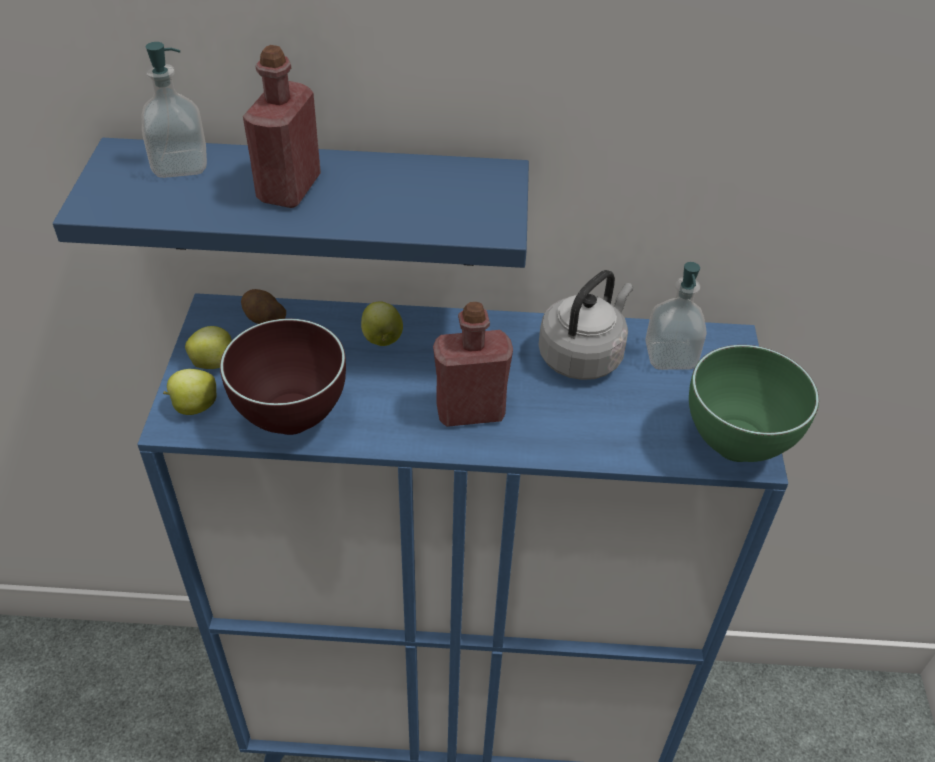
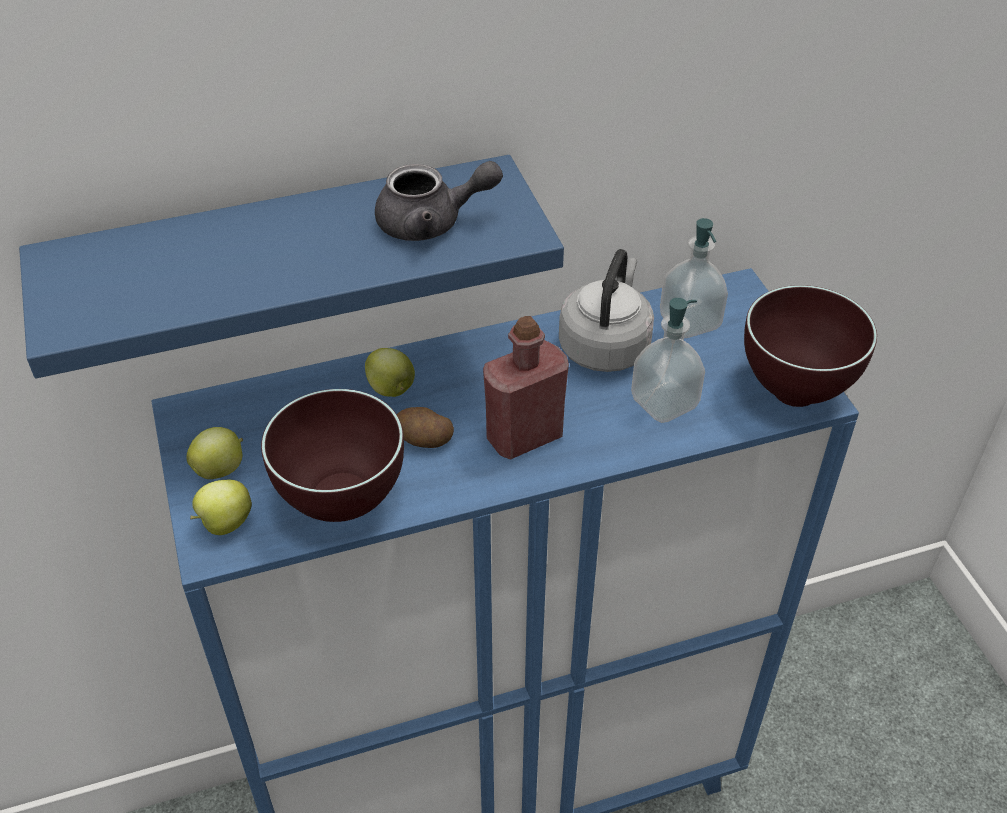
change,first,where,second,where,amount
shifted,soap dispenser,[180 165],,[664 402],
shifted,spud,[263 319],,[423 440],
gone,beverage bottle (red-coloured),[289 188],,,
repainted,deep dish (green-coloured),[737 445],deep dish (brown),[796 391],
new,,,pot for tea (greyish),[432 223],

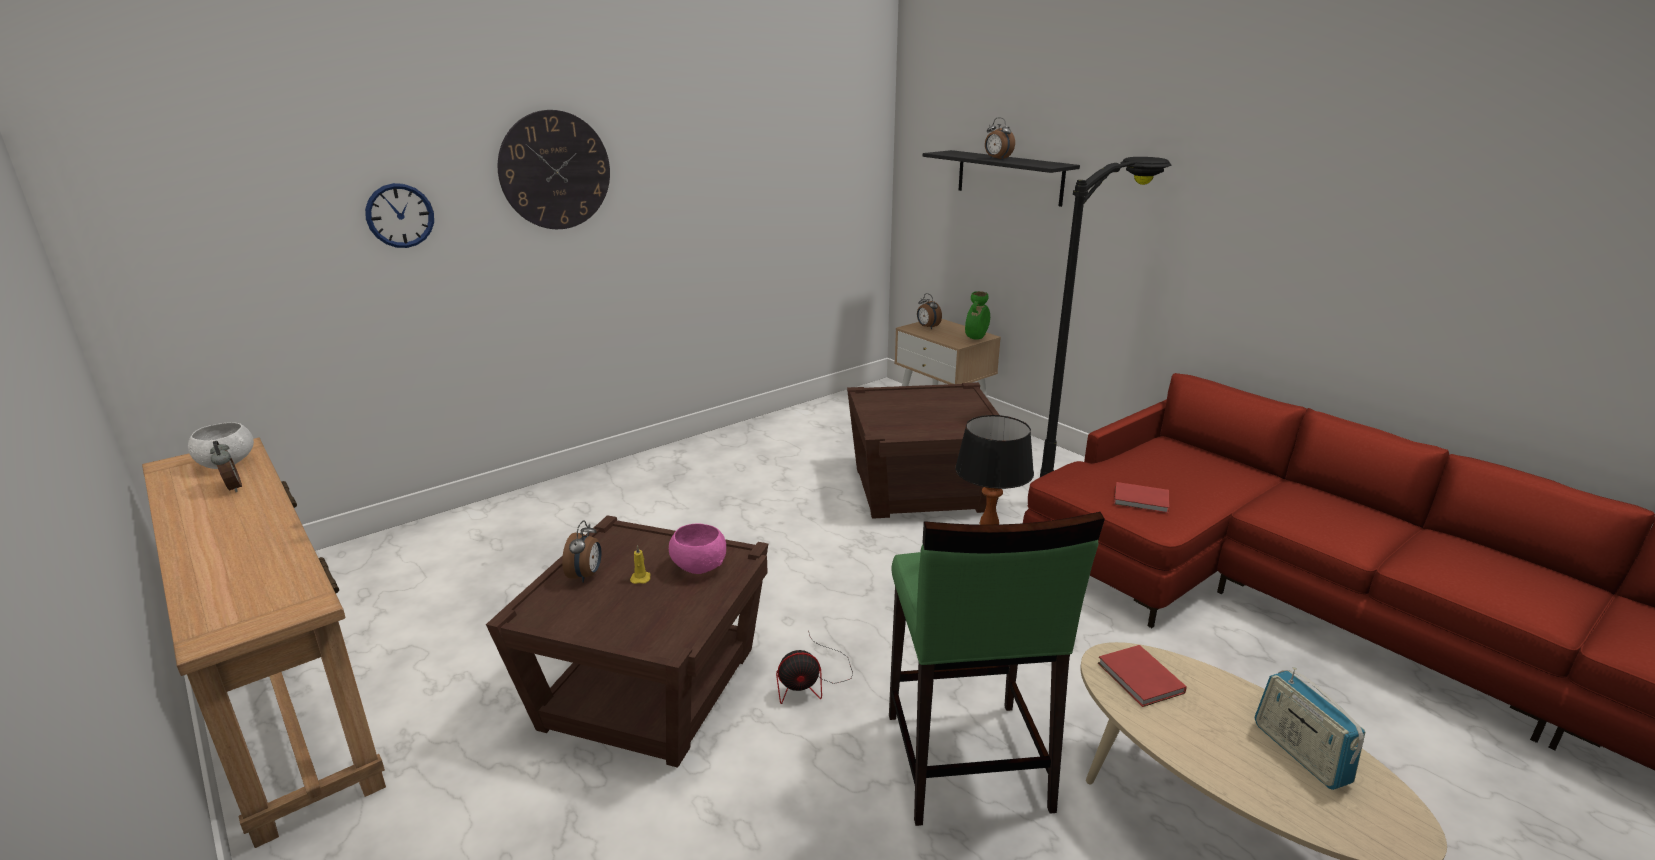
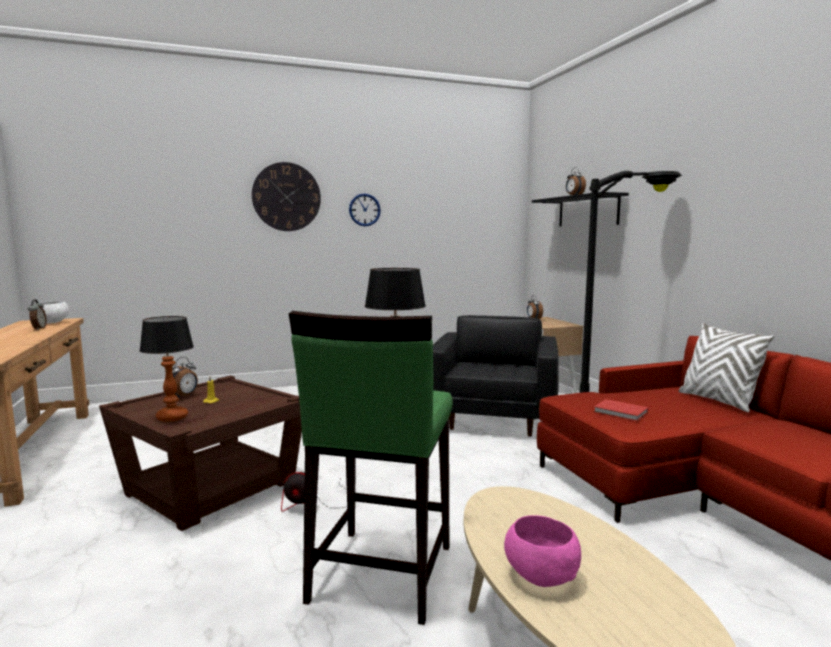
change,first,where,second,where,amount
shifted,wall clock,[400 215],,[364 210],
shifted,deep dish (pinkish),[698 567],,[540 576],
swapped,accent table (brown),[922 489],lounge chair (black-coloured),[494 419],
gone,decorative vase (green-coloured),[976 338],,,
gone,book (red-coloured),[1140 679],,,
gone,radio set,[1300 753],,,
new,,,tabletop lamp,[172 417],
new,,,throw pillow (white-coloured),[718 401],

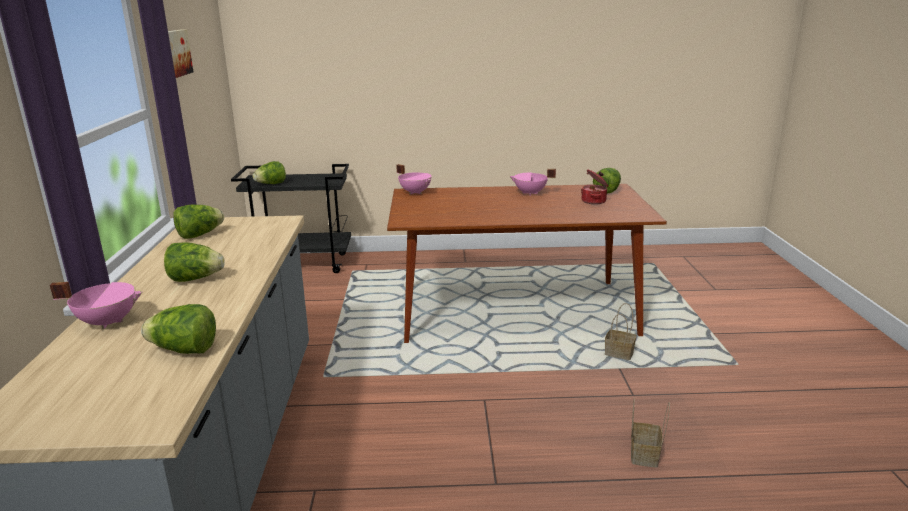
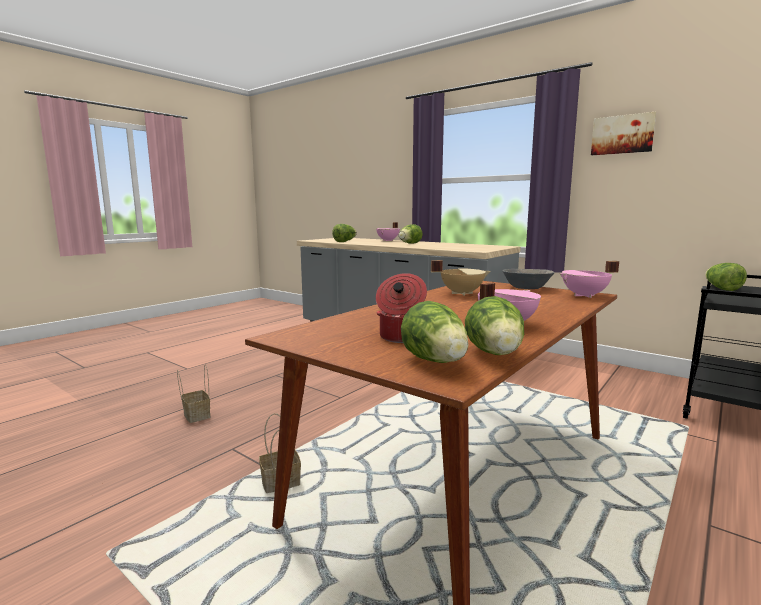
change,first,where,second,where,amount
shifted,lettuce head,[199 235],,[496 355],
new,,,stockpot (sand-coloured),[461 293],
new,,,deep dish (greyish),[527 288],

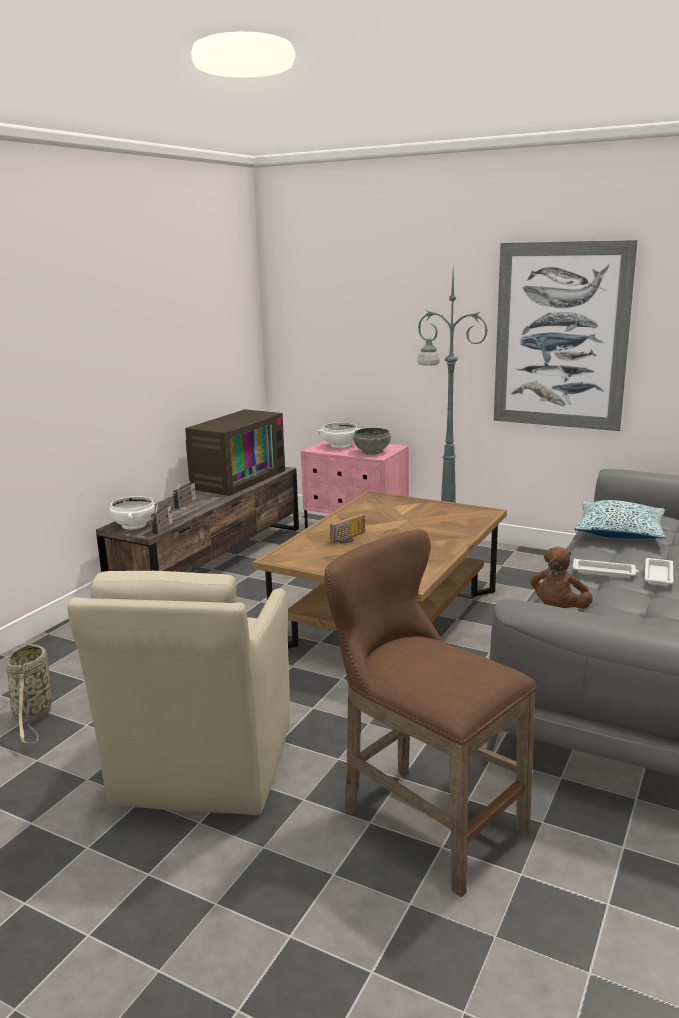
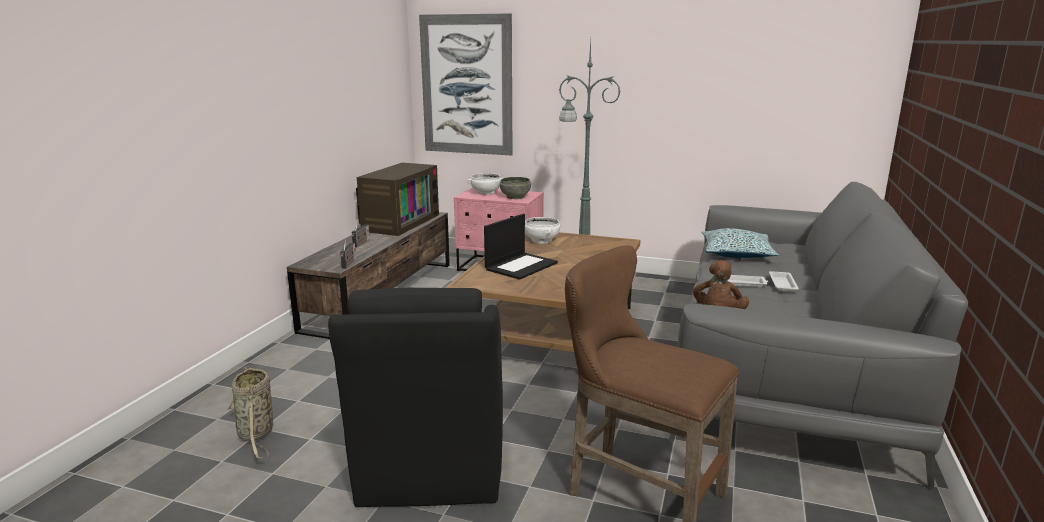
change,first,where,second,where,amount
repainted,lounge chair (sand-coloured),[202 767],lounge chair (black-coloured),[430 466],
shifted,deep dish (white-coloured),[133 525],,[541 240],
swapped,radio set,[349 538],laptop,[521 266],
shifted,wall art,[560 336],,[466 85],

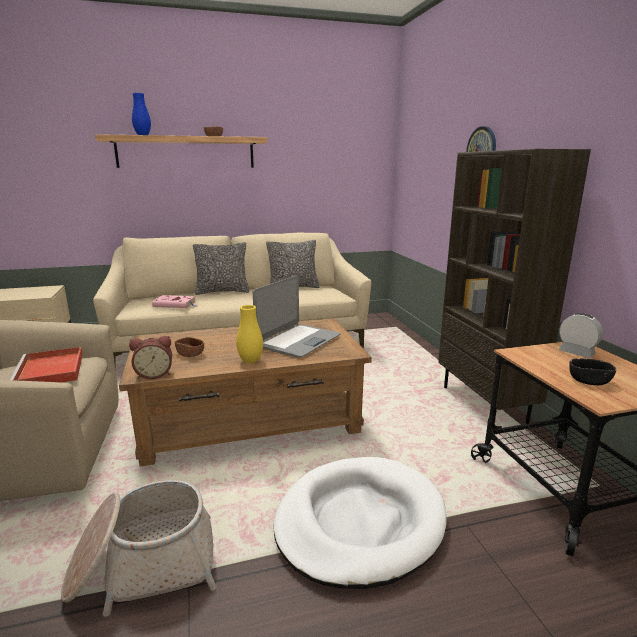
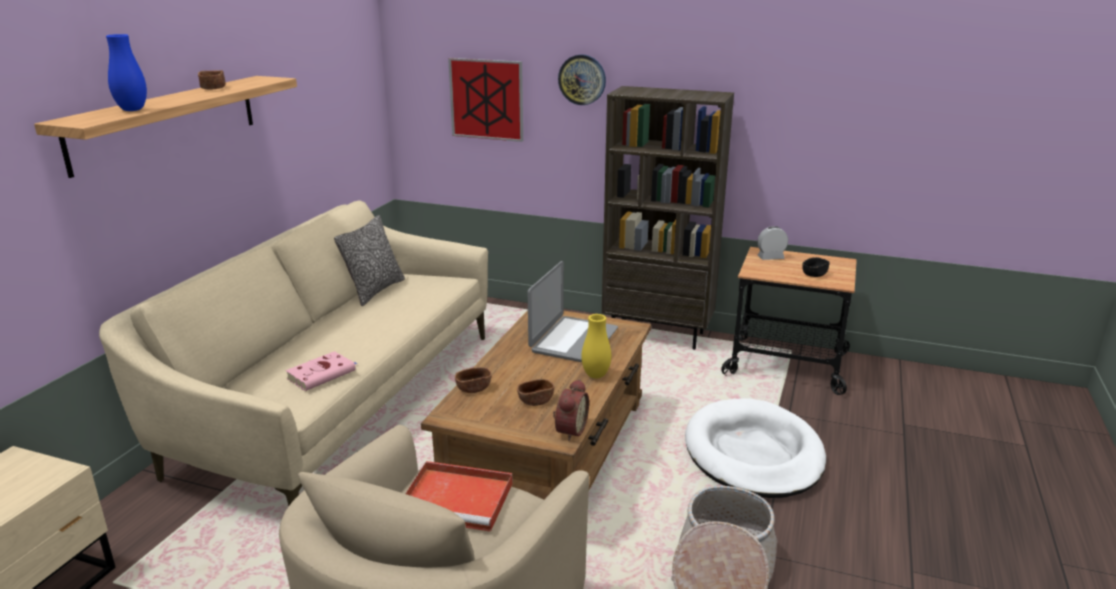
change,first,where,second,where,amount
gone,throw pillow,[222 291],,,
rotated,laptop,[298 341],,[573 340],45 degrees clockwise
new,,,wall art,[486 99],
new,,,deep dish (brown),[473 388],

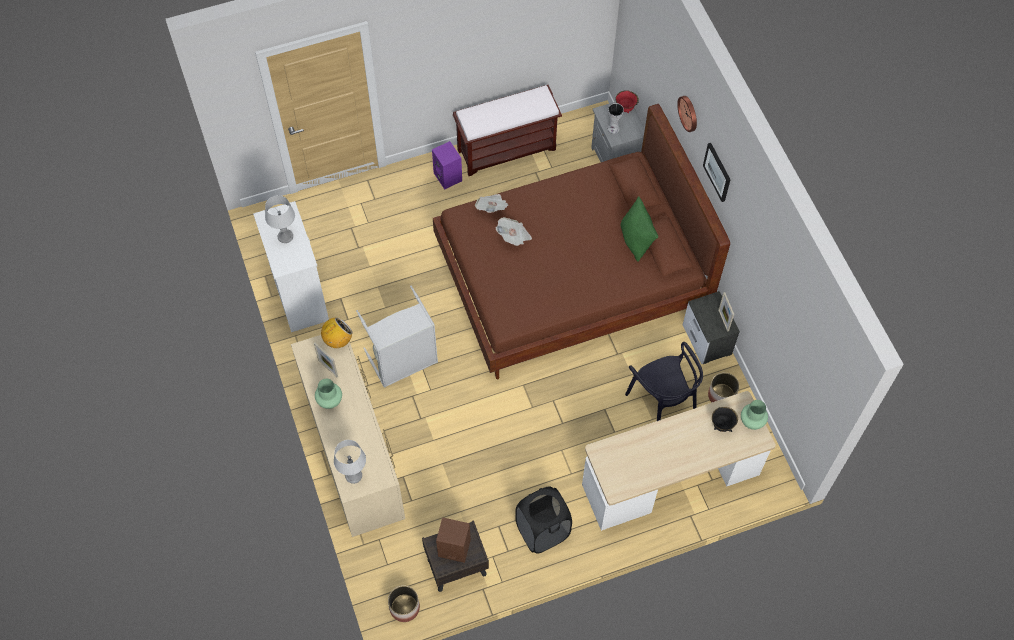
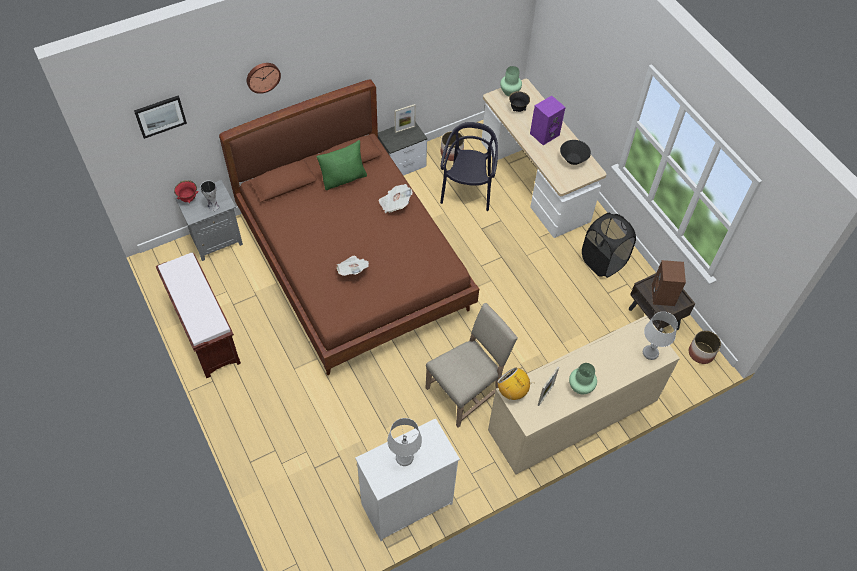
change,first,where,second,where,amount
swapped,hamper (greyish),[403 362],plain chair (sand-coloured),[466 390],
shifted,audio speaker (purple),[448 177],,[544 133],
shifted,newspaper,[492 208],,[395 204],
rotated,plain chair (black-coloured),[662 404],,[467 190],45 degrees counterclockwise
shifted,wall art,[717 172],,[160 116],
new,,,deep dish (black-coloured),[573 159],

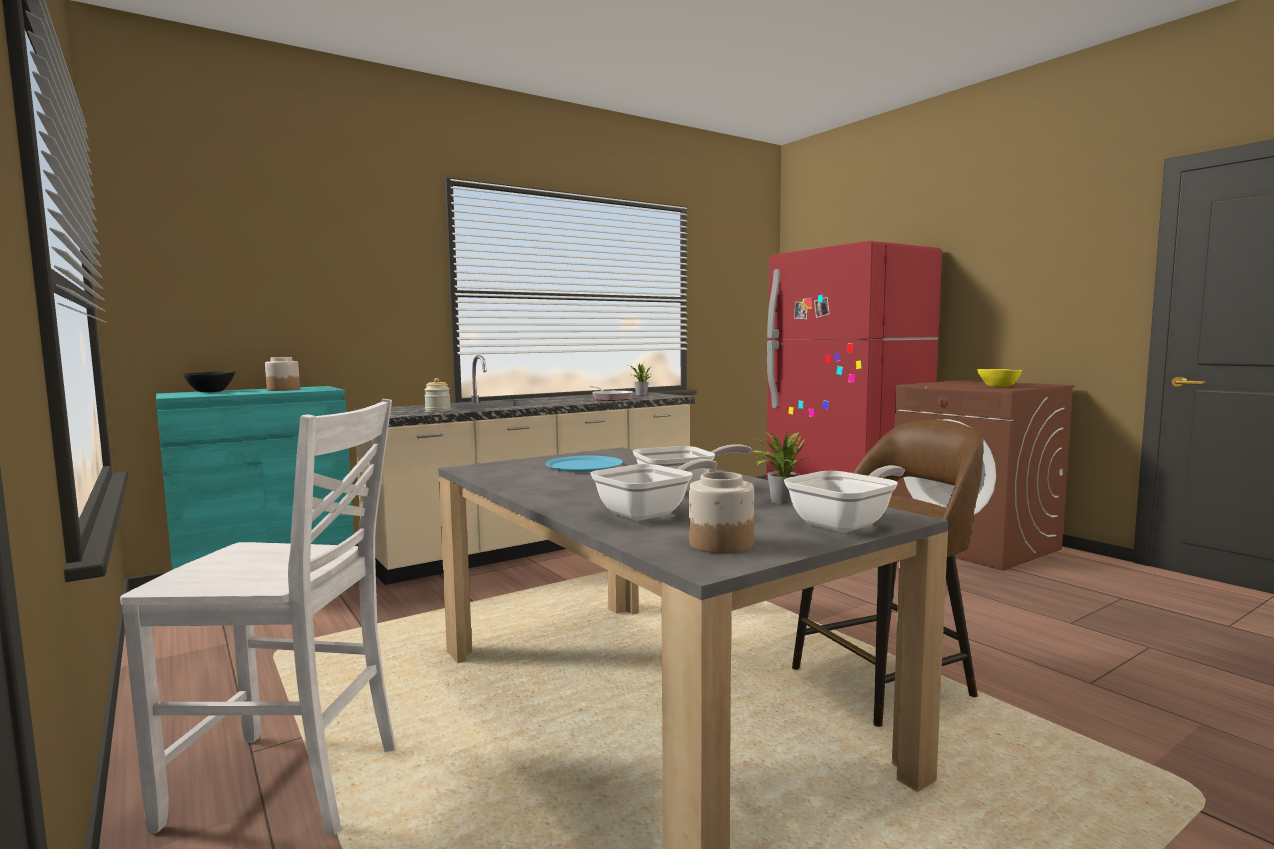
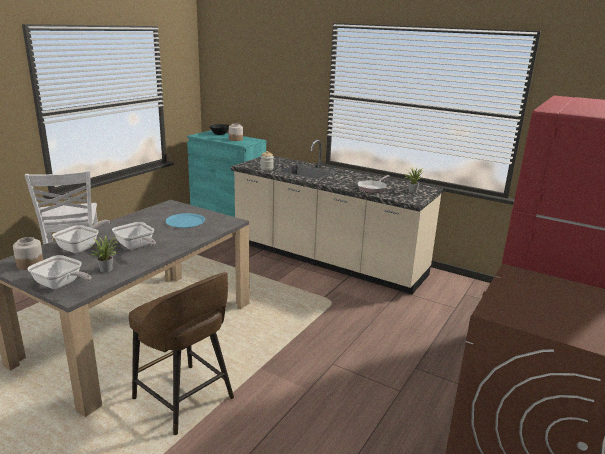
change,first,where,second,where,amount
rotated,frying pan,[651 513],,[82 247],90 degrees counterclockwise
gone,deep dish (yellow-coloured),[999 386],,,

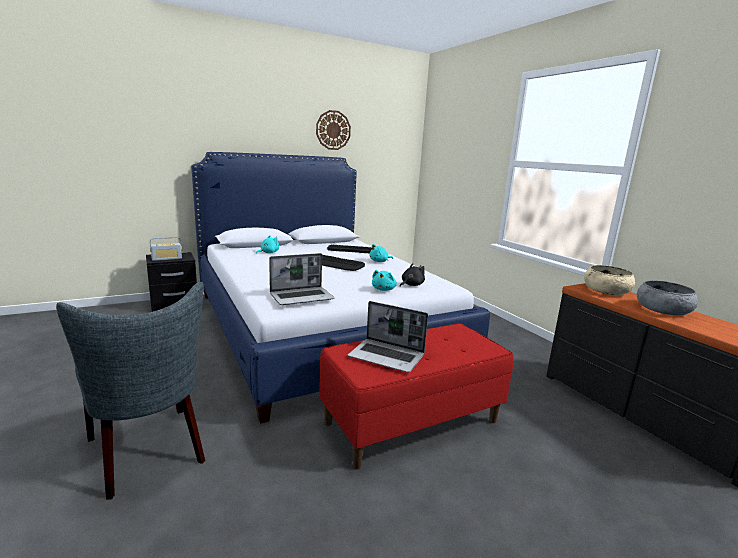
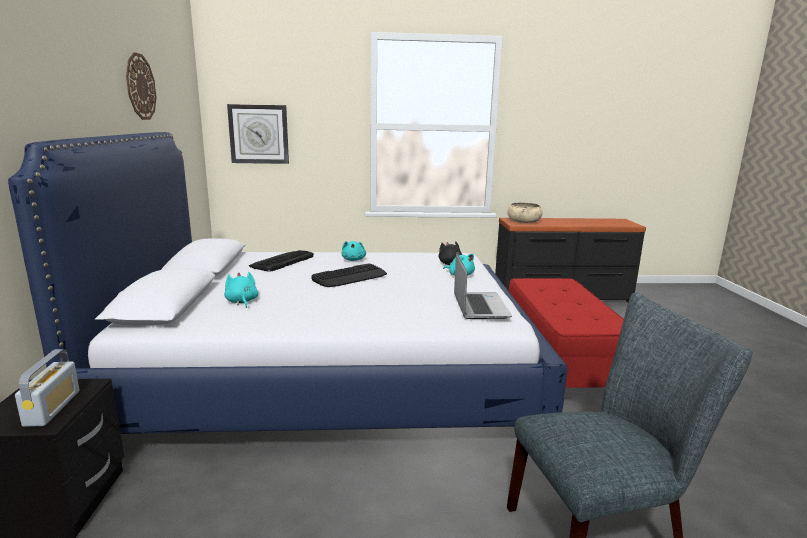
change,first,where,second,where,amount
gone,laptop,[387 356],,,
gone,deep dish (greyish),[662 310],,,
new,,,wall clock,[259 134],

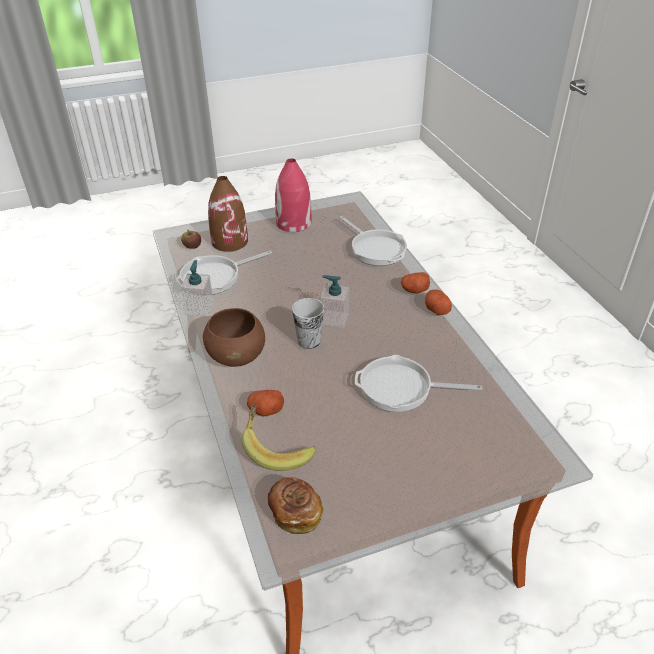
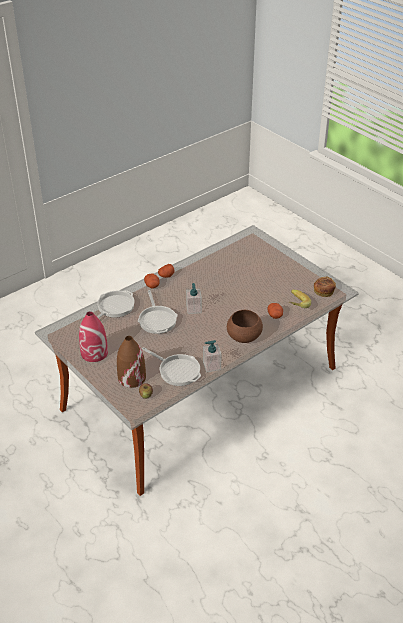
change,first,where,second,where,amount
gone,small cup,[309 341],,,
shifted,frying pan,[401 388],,[157 320],

